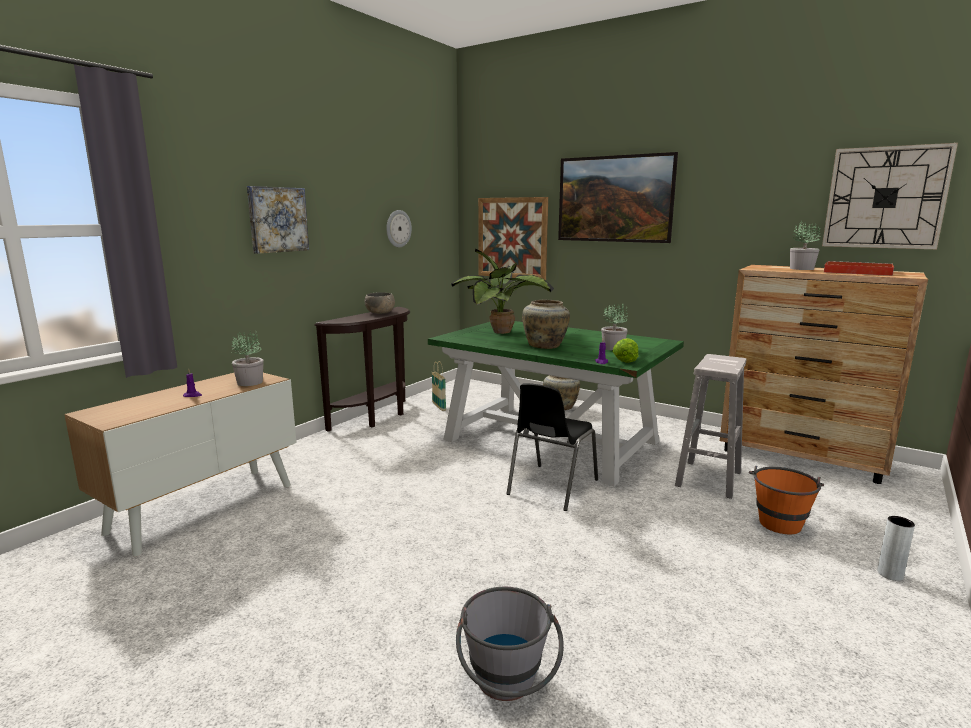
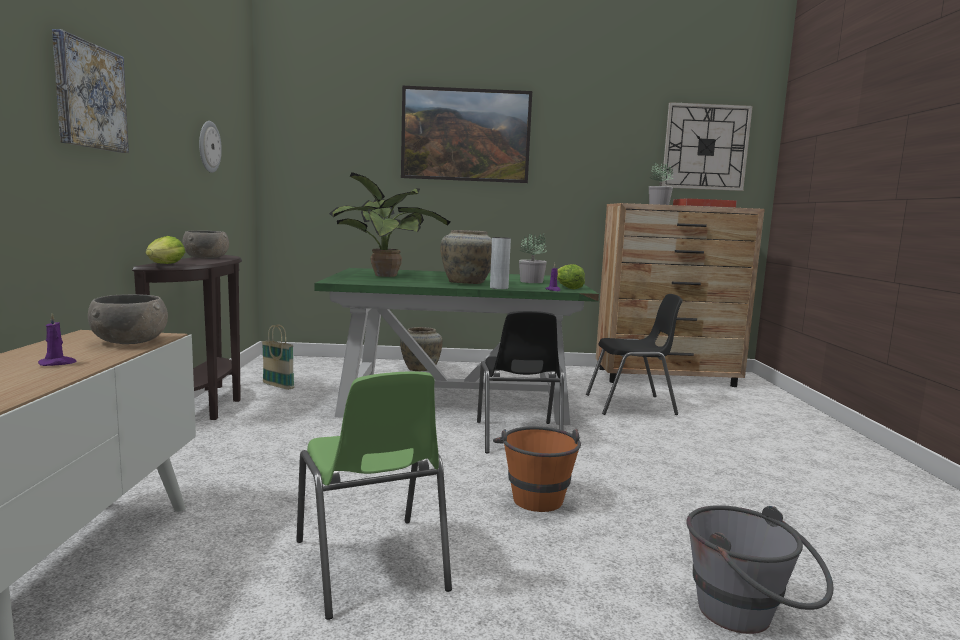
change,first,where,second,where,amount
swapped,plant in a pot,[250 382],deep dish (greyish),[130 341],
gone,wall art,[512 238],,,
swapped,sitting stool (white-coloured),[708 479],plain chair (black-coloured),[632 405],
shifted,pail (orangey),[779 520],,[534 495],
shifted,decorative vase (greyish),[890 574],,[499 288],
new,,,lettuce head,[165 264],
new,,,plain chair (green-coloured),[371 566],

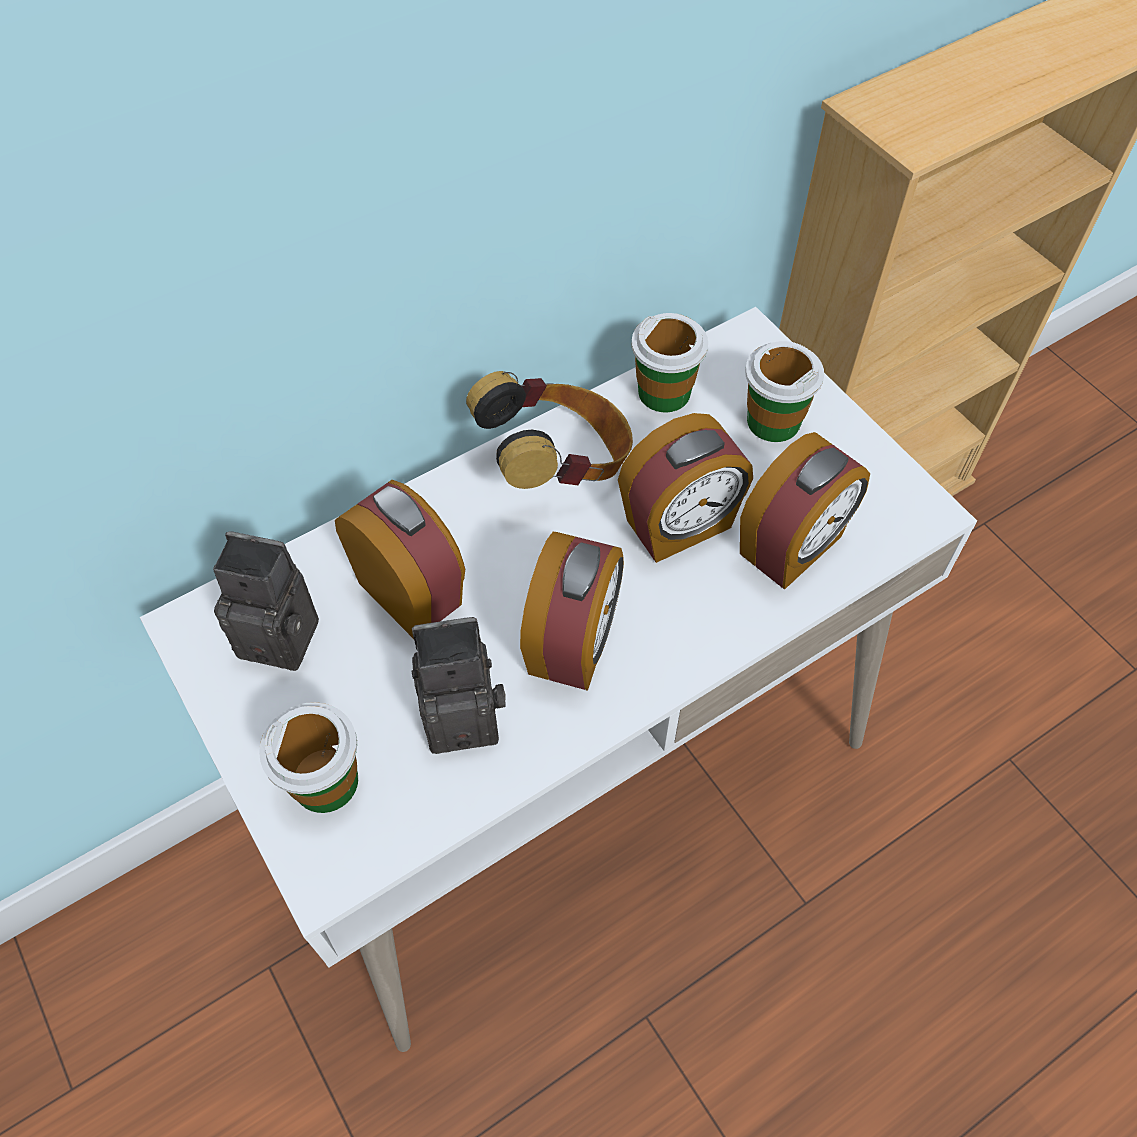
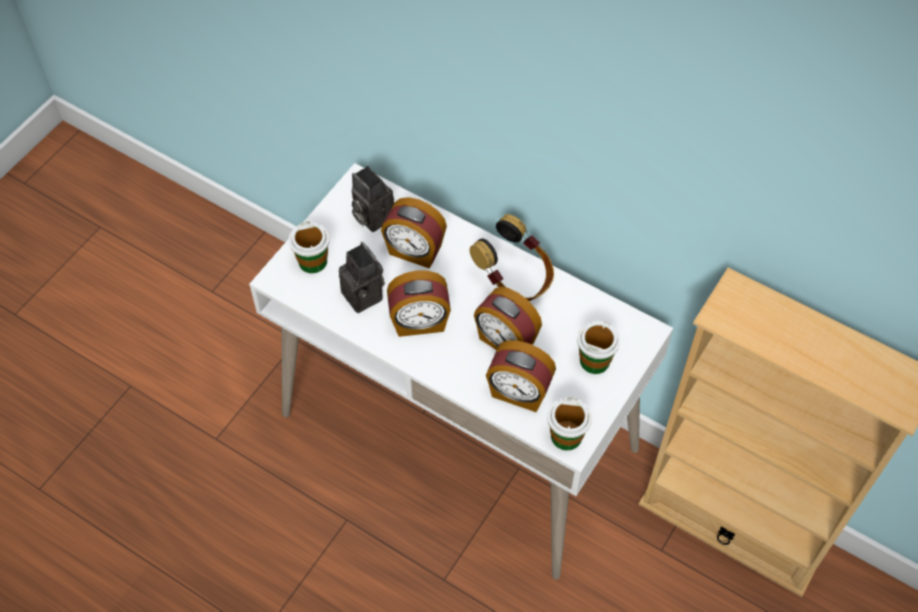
change,first,where,second,where,amount
rotated,still camera,[285 634],,[371 216],150 degrees clockwise
rotated,bedside clock,[412 592],,[414 251],90 degrees clockwise
shifted,small cup,[664 392],,[566 436],

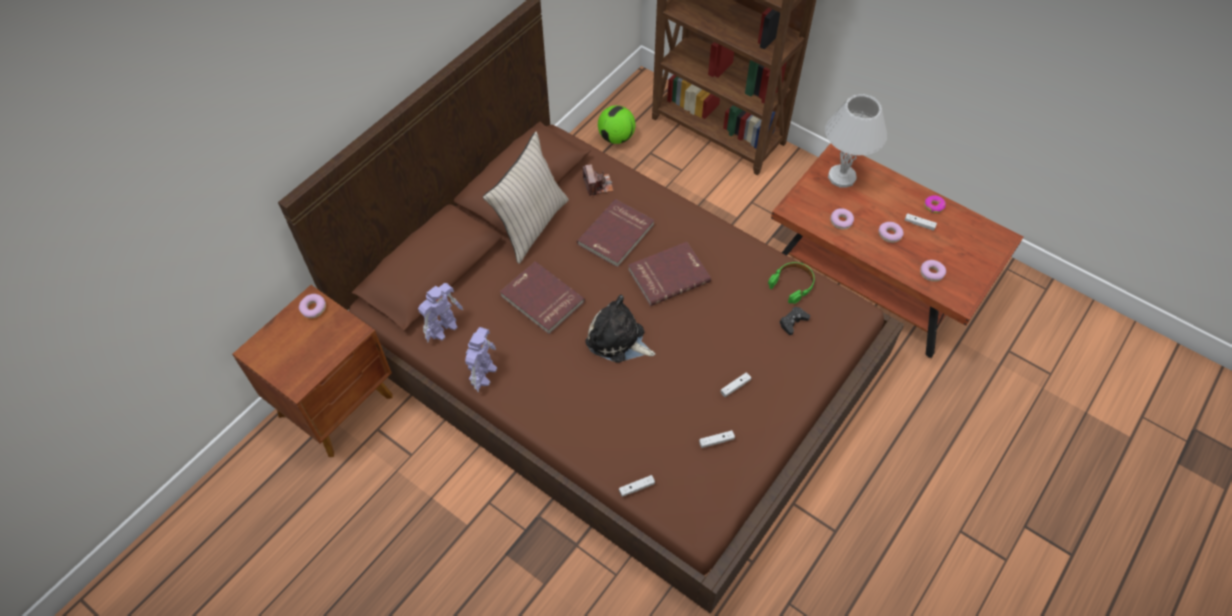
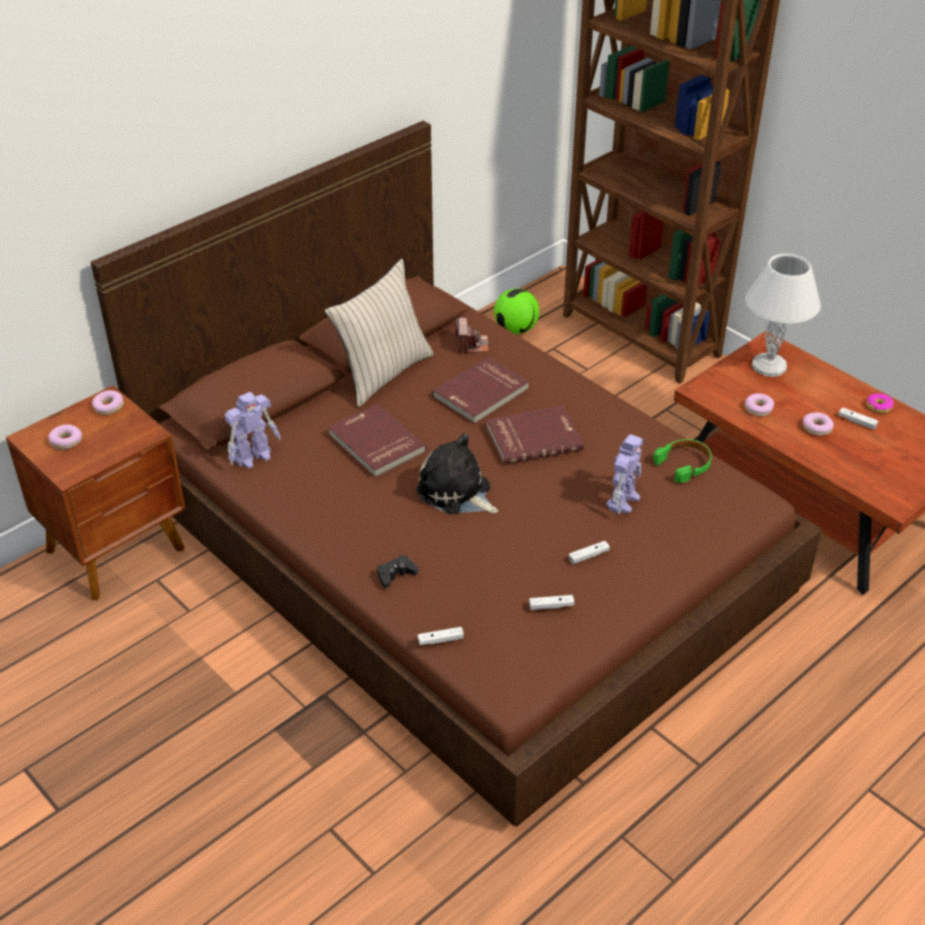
change,first,where,second,where,amount
shifted,toy robot,[483 373],,[623 500],
shifted,game controller (black-coloured),[793 322],,[396 574],
shifted,donut,[931 273],,[66 441],

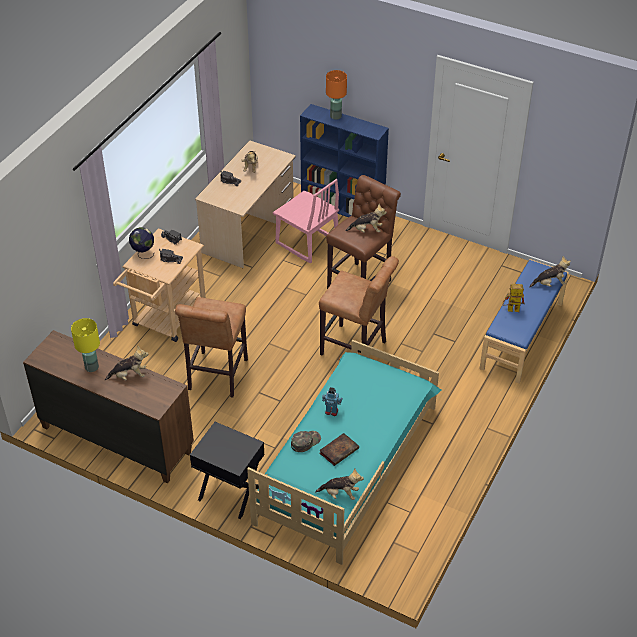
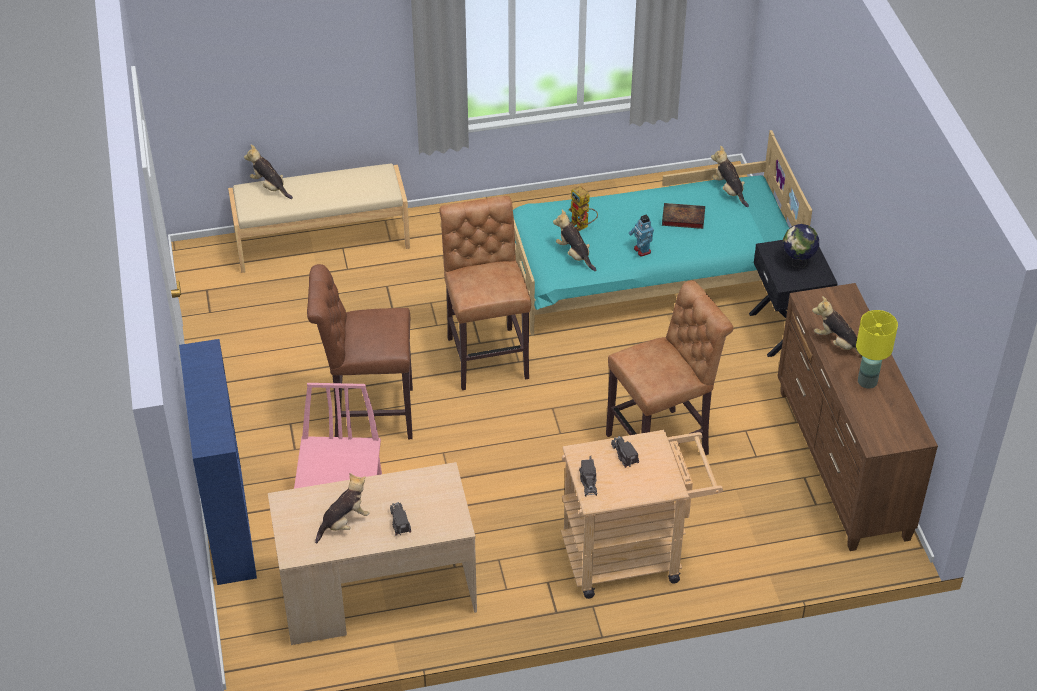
change,first,where,second,where,amount
shifted,desk globe,[143 254],,[798 262],
gone,cap (green-coloured),[305 441],,,
gone,tabletop lamp (orangey),[336 116],,,
shifted,plush toy,[367 230],,[574 255],
repainted,indoor bench (blue-coloured),[522 336],indoor bench (sand-coloured),[322 241],
shifted,toy robot,[510 310],,[582 226],

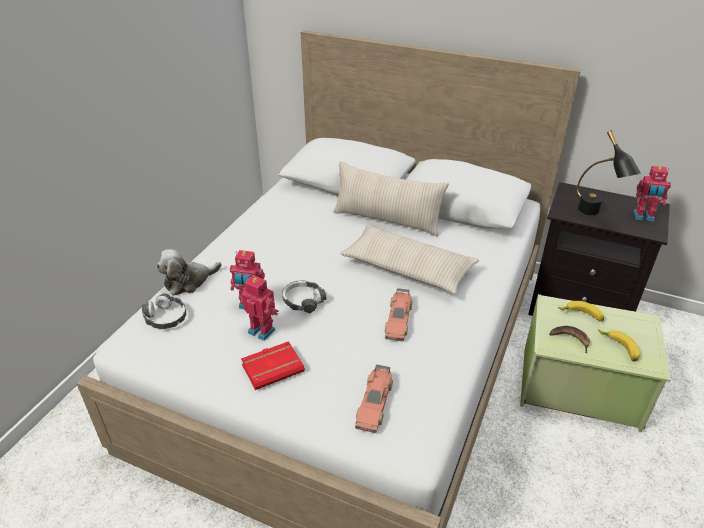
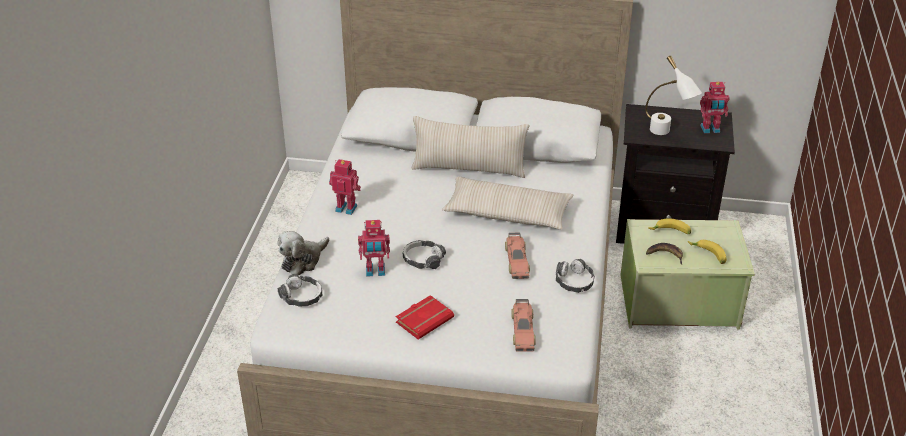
change,first,where,second,where,amount
shifted,toy robot,[262 330],,[346 207],
repainted,tabletop lamp (black-coloured),[595 215],tabletop lamp (white-coloured),[666 134],
new,,,headset,[574 281],

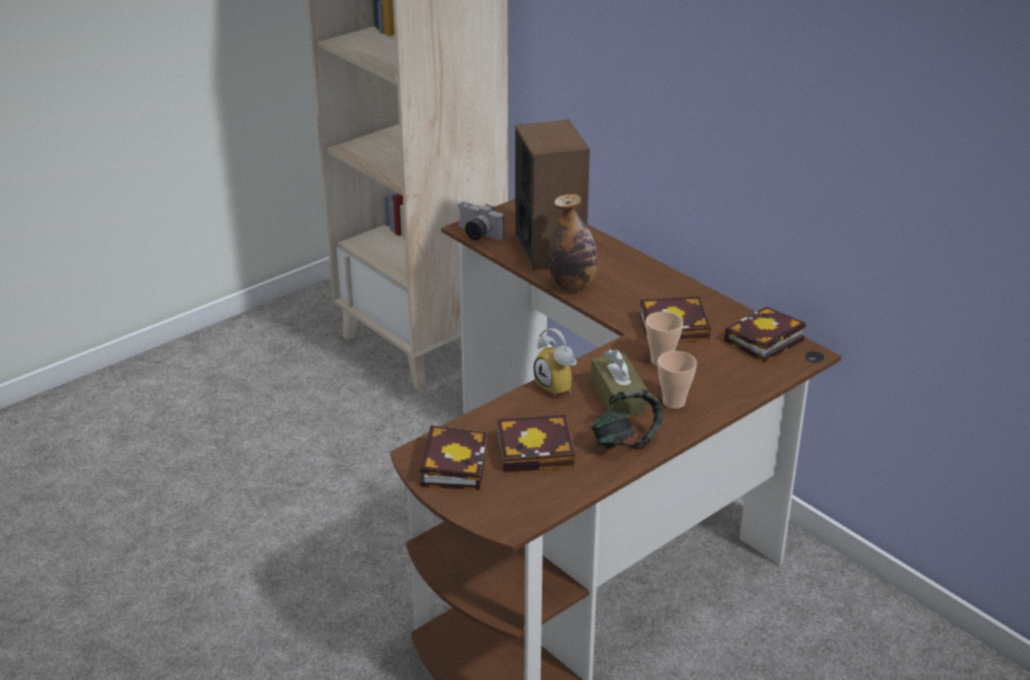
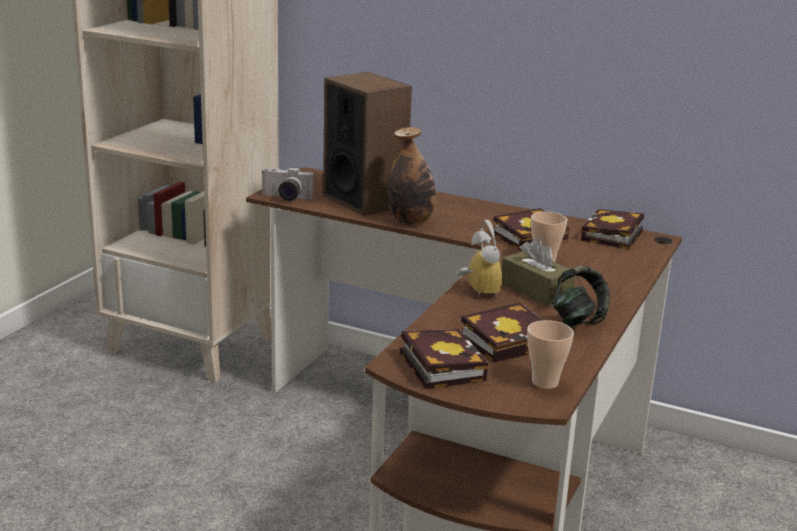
change,first,where,second,where,amount
rotated,bedside clock,[559 386],,[476 291],135 degrees counterclockwise
shifted,small cup,[674 402],,[545 382],

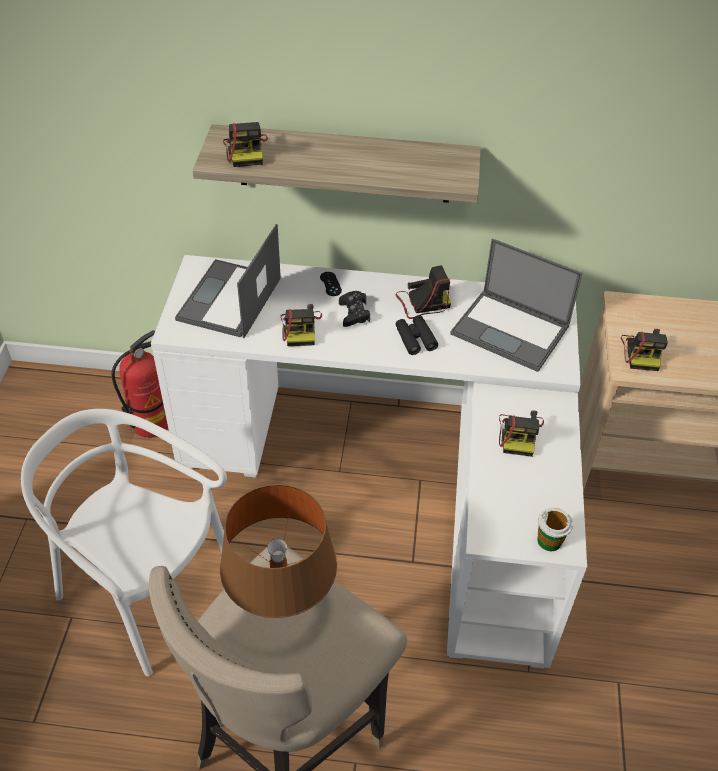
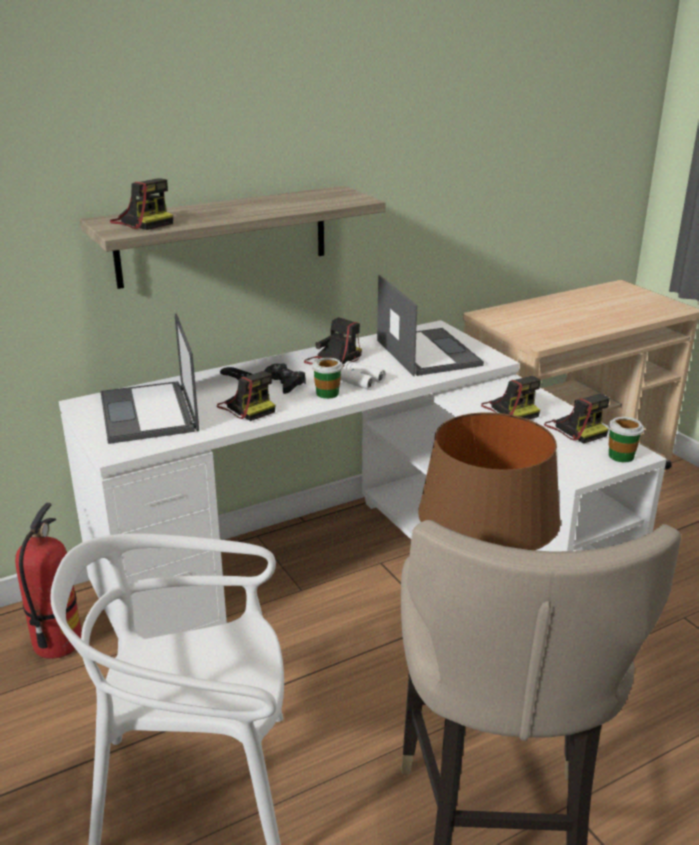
change,first,where,second,where,amount
repainted,binoculars (black-coloured),[415 339],binoculars (white-coloured),[358 380],
rotated,laptop,[511 330],,[427 352],105 degrees counterclockwise
shifted,still camera,[642 352],,[575 429],
new,,,small cup,[327 393],

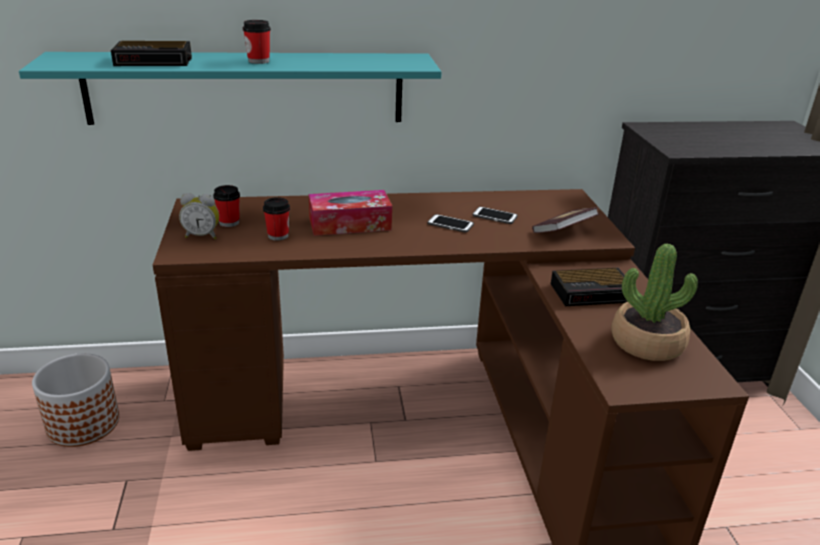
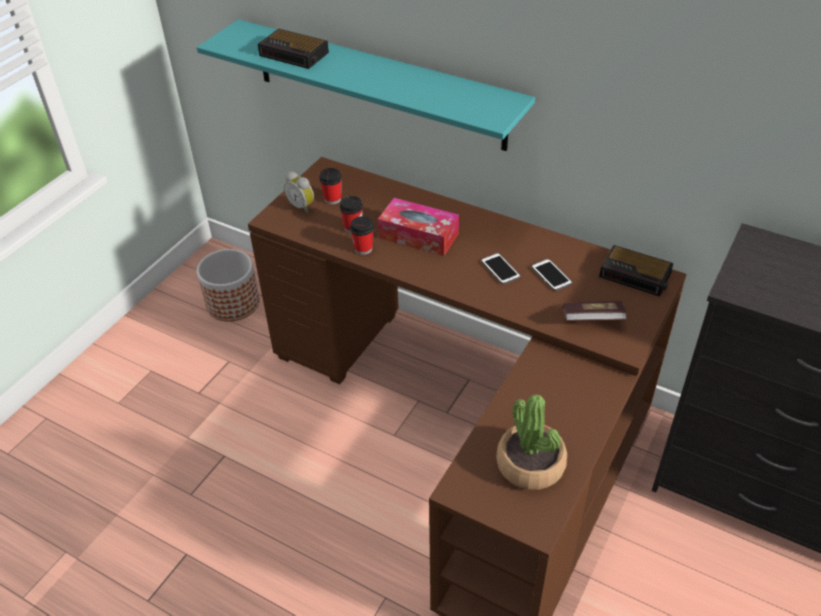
change,first,where,second,where,amount
shifted,small cup,[258 61],,[363 248],
shifted,bedside clock,[593 292],,[636 275],

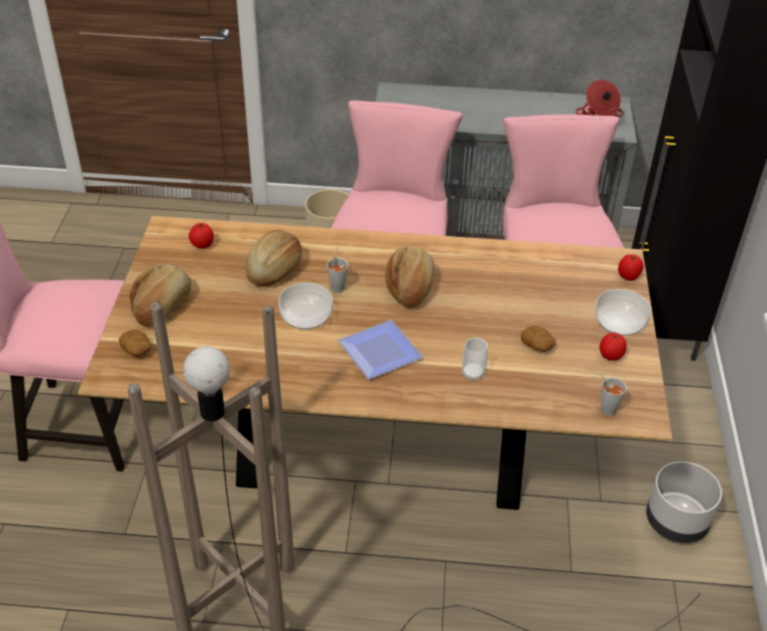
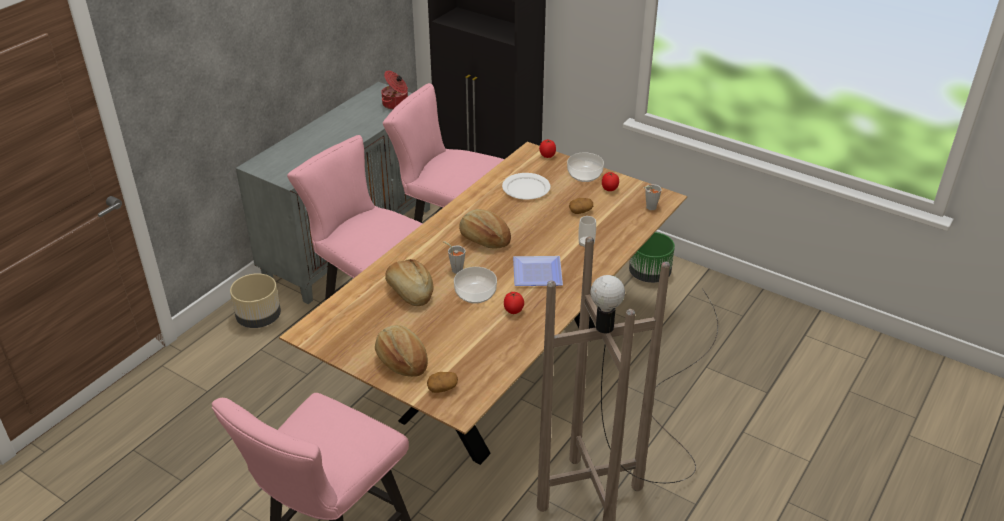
change,first,where,second,where,amount
shifted,tomato,[202 245],,[513 311],
repainted,flower pot (greyish),[676 523],flower pot (green-coloured),[649 274],
new,,,plate (white-coloured),[526 189],

